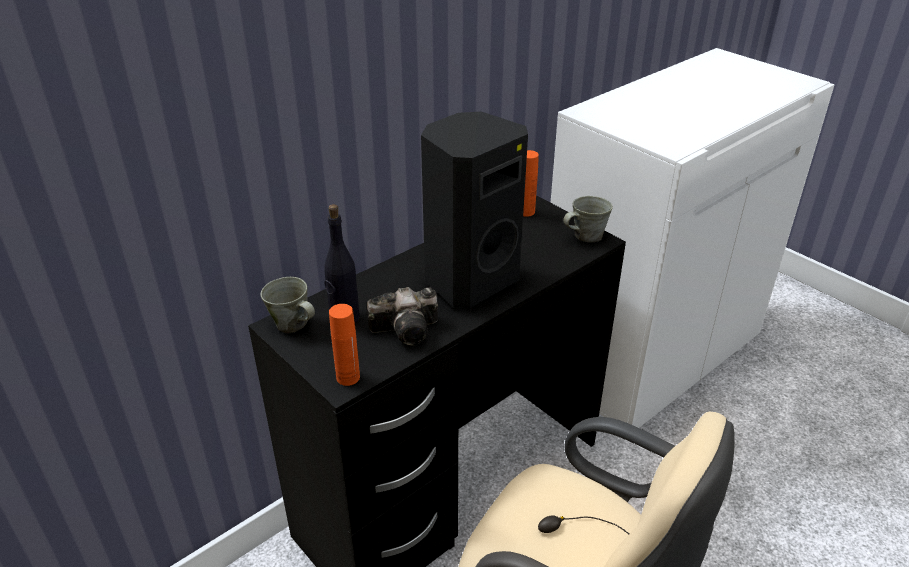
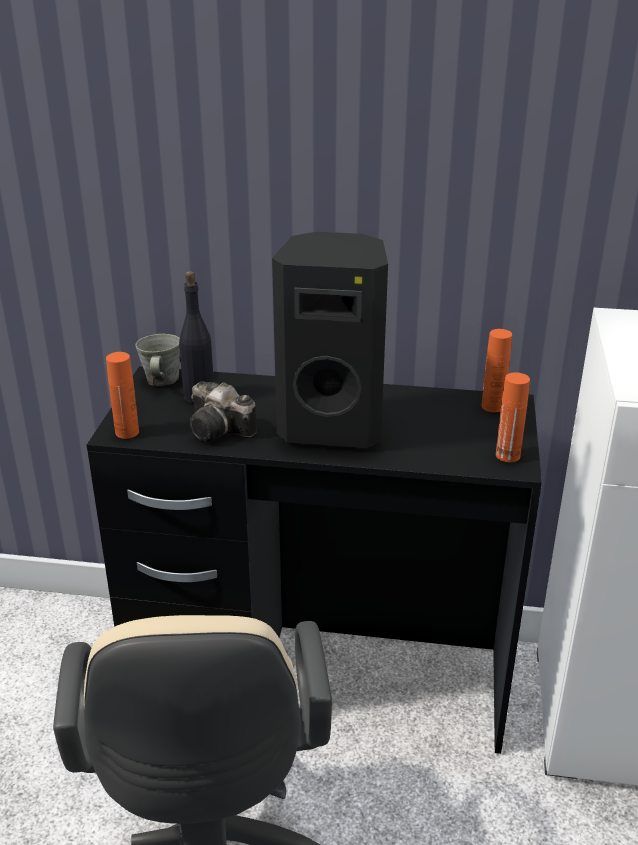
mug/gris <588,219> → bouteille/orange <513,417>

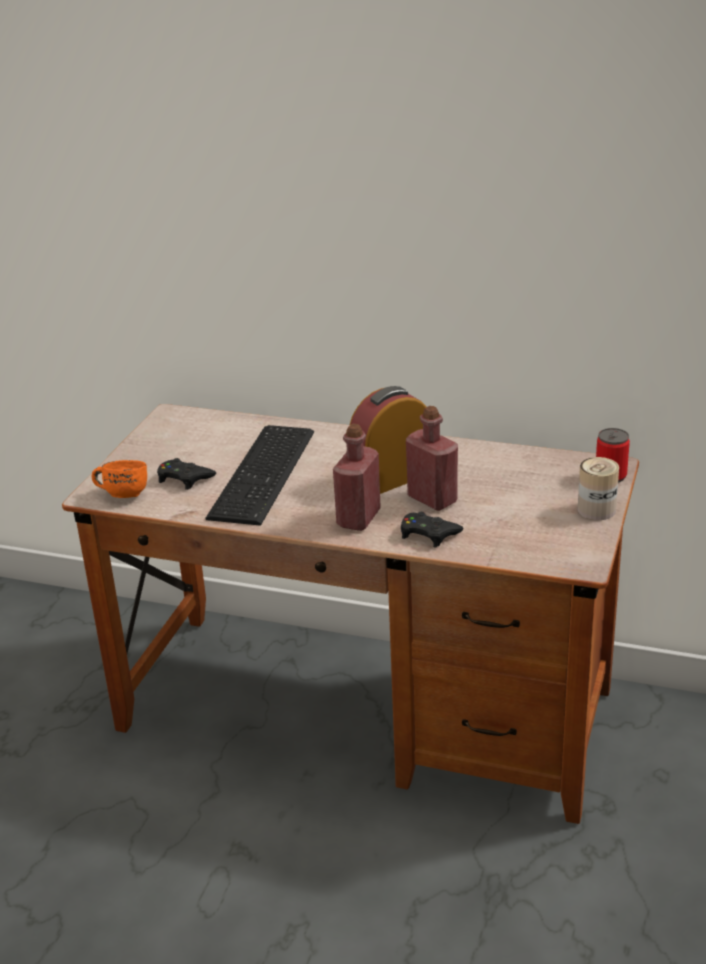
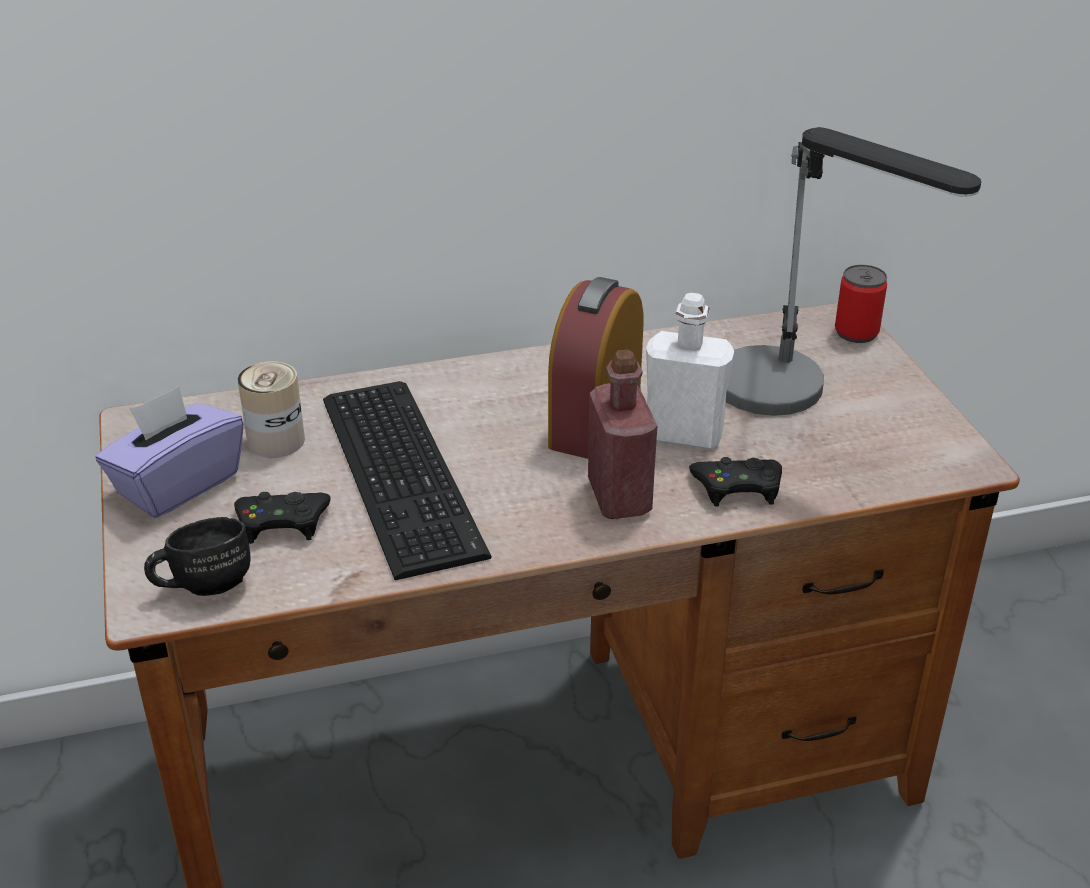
mug/orange <119,479> → mug/noir <197,556>
bouteille/rouge <432,458> → bouteille/blanc <690,371>
boîte métallique <598,488> → boîte métallique <271,409>, relocated
- → boîte à mouchoirs/violet <170,452>
- → lampe de table <853,271>

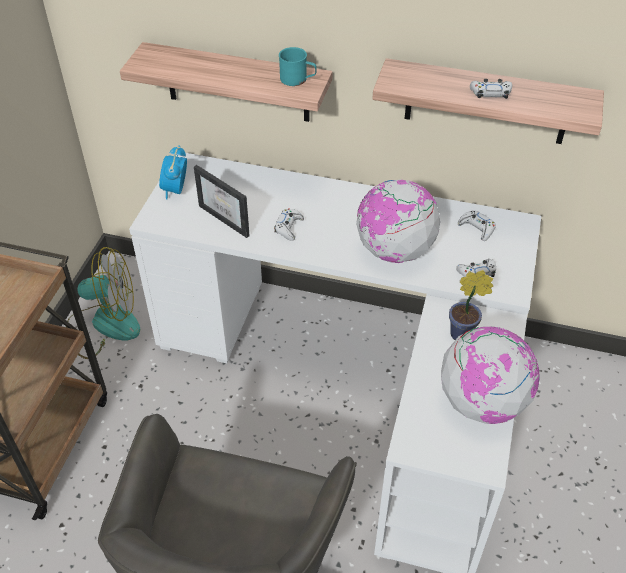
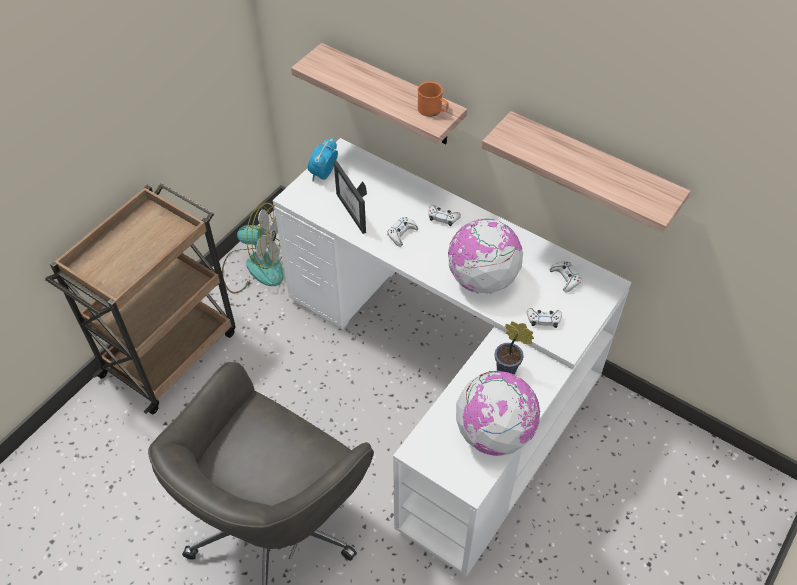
mug/turquoise <298,66> → mug/orange <433,99>
manette/blanc <491,89> → manette/blanc <444,216>, relocated

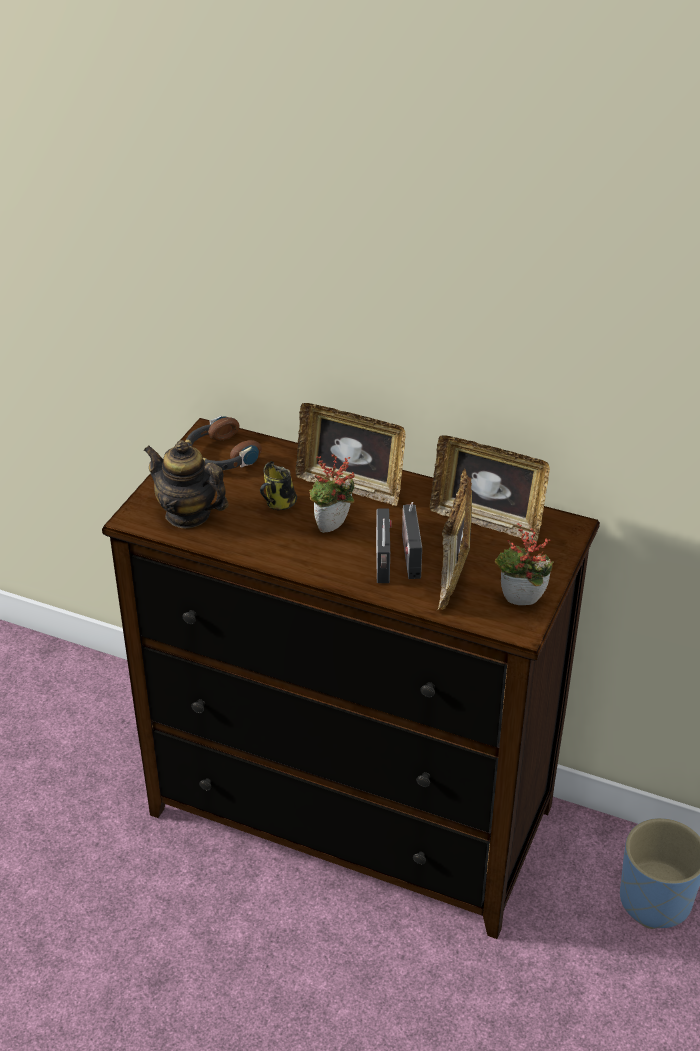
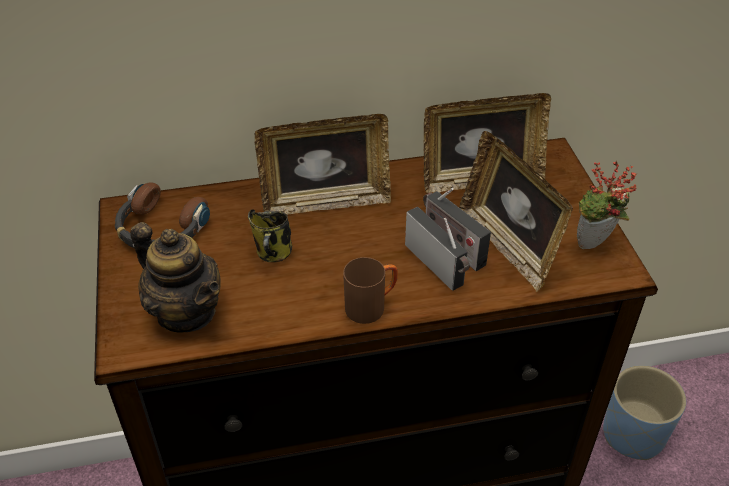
théière <185,484> → théière <175,277>, 135 degrees counterclockwise
plante en pot <331,493> → -
- → mug/marron <370,290>

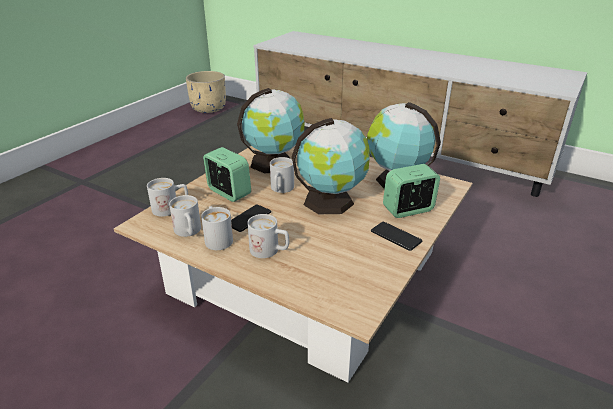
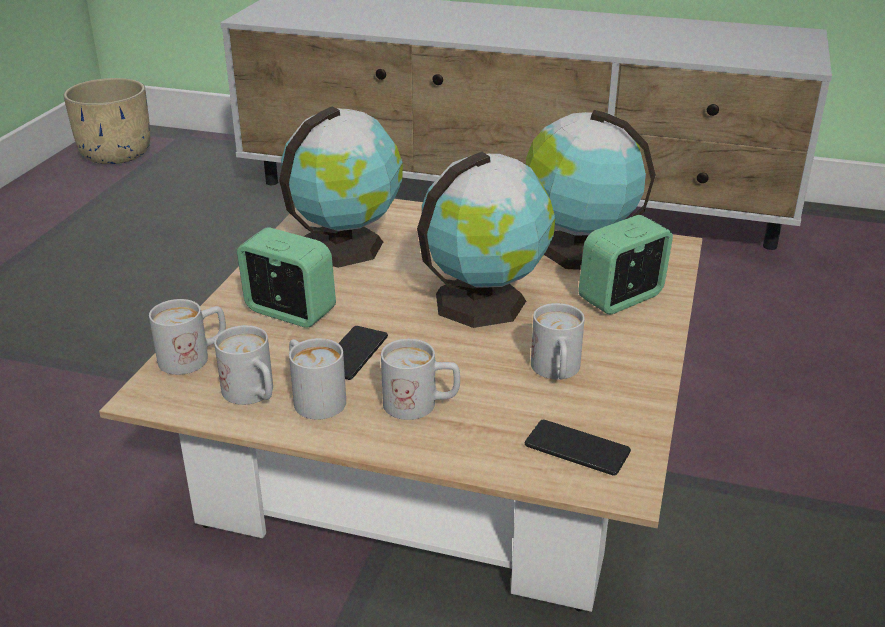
mug/blanc <282,175> → mug/blanc <558,341>, relocated
téléphone <396,236> → téléphone <578,448>, relocated

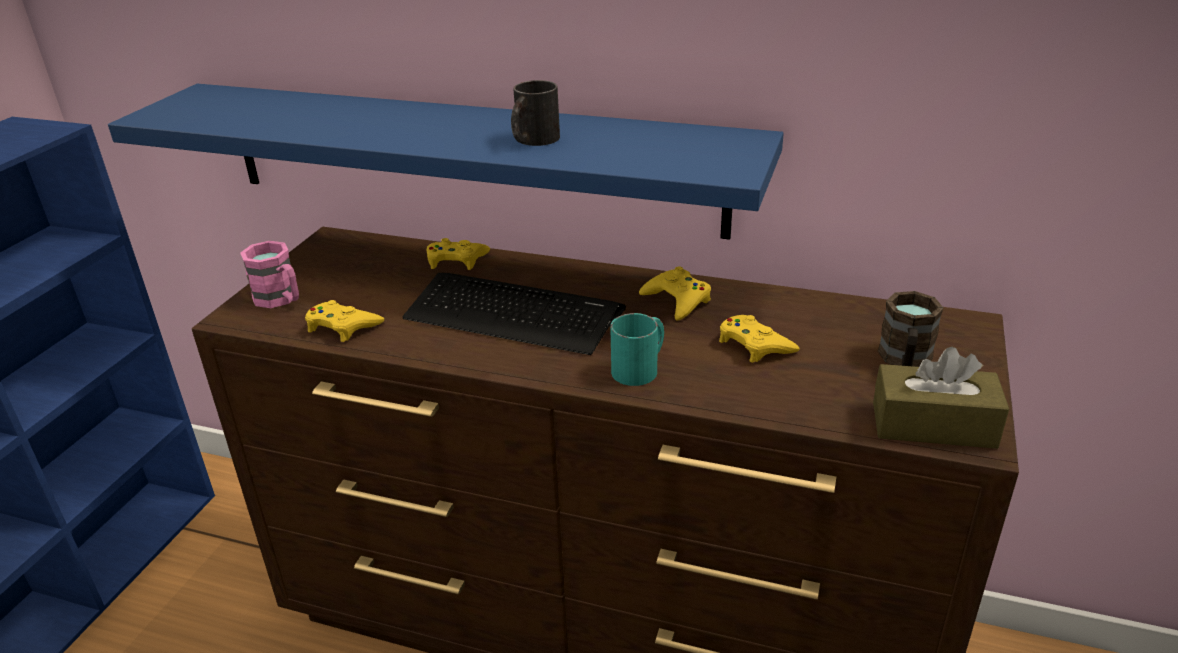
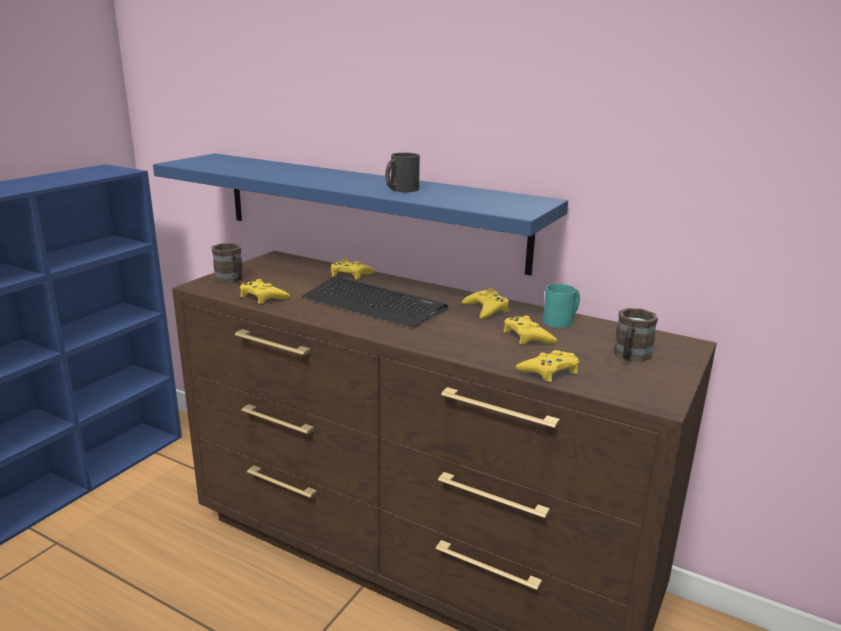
mug/rose <270,274> → mug/marron <228,263>
mug/turquoise <637,349> → mug/turquoise <561,306>, relocated
boîte à mouchoirs/marron <941,398> → -
- → manette/jaune <547,366>

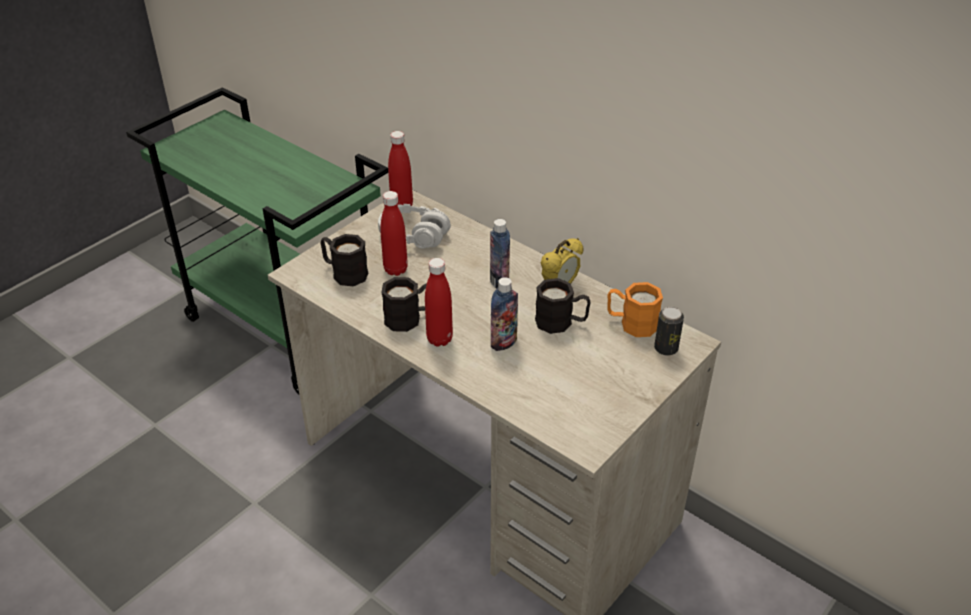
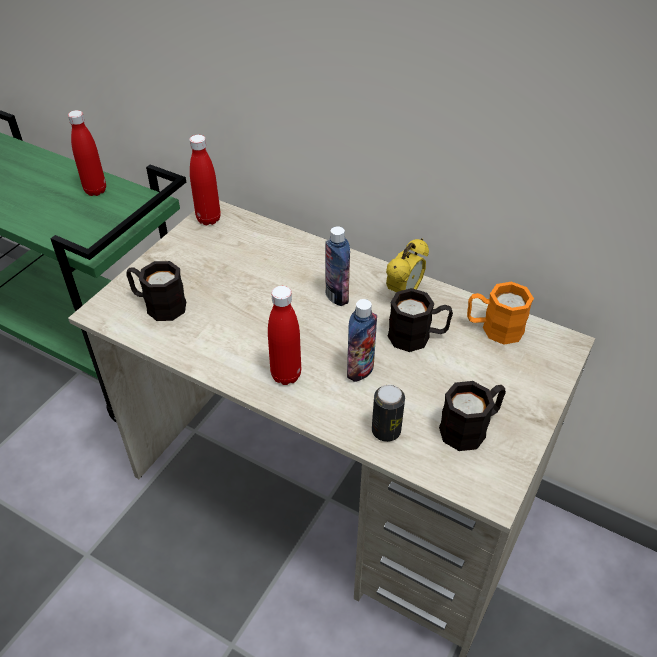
casque audio/gris <414,226> → -
bouteille/rouge <394,233> → bouteille/rouge <87,153>, relocated
mug/noir <404,304> → mug/noir <472,416>, relocated
boîte métallique <669,331> → boîte métallique <388,413>, relocated

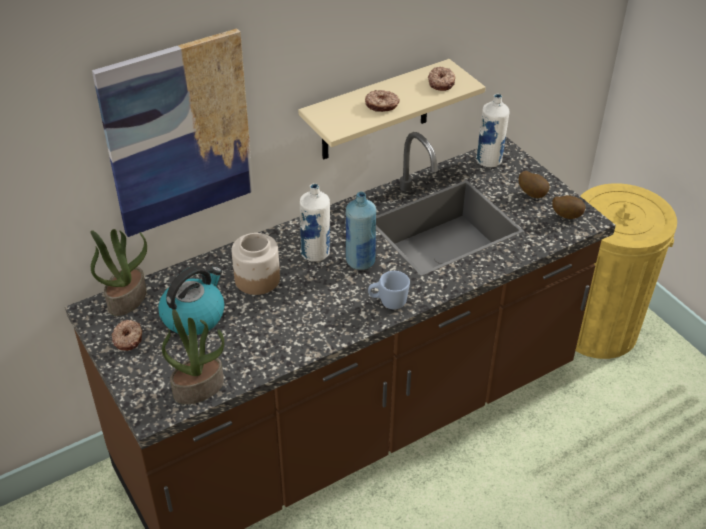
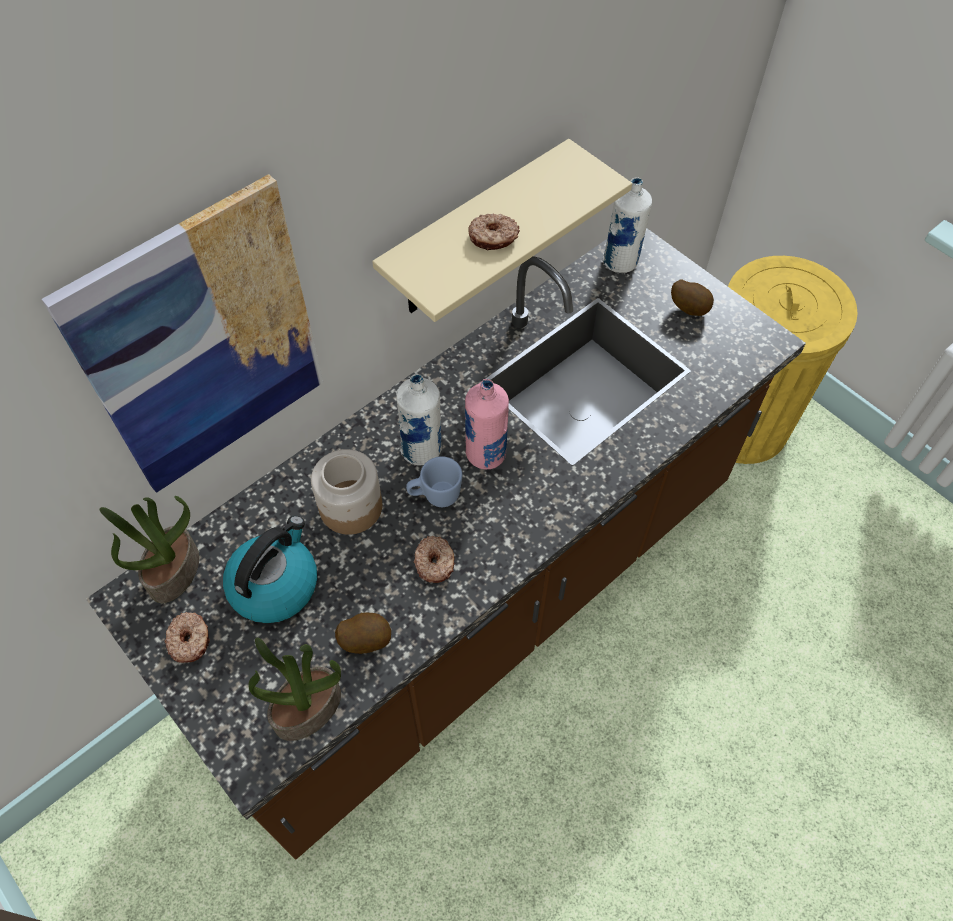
bouteille/bleu <361,231> → bouteille/rose <487,424>
mug/bleu <389,290> → mug/bleu <434,481>, relocated
beignet <441,79> → beignet <434,559>, relocated
pomme de terre <568,207> → pomme de terre <363,633>, relocated

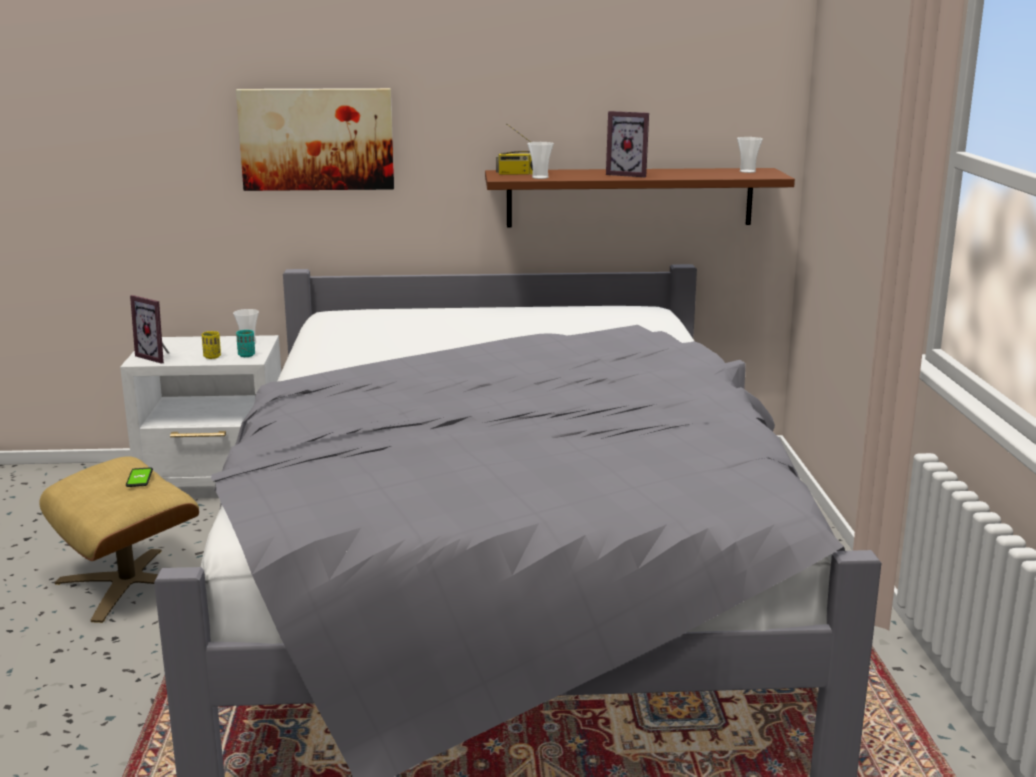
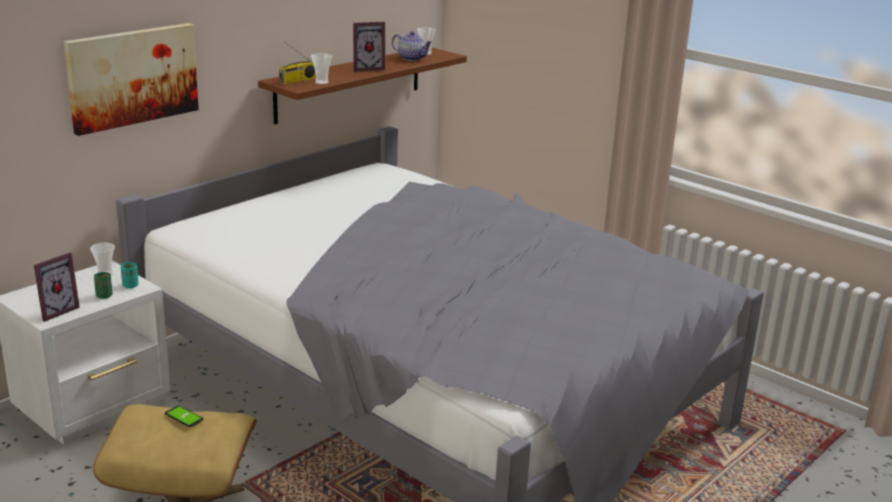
cadre photo <150,329> → cadre photo <57,287>, 45 degrees counterclockwise
tasse/jaune <211,345> → tasse/vert <103,285>
- → théière <412,46>

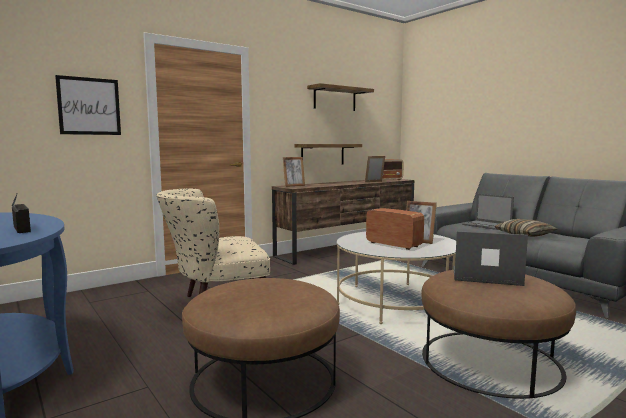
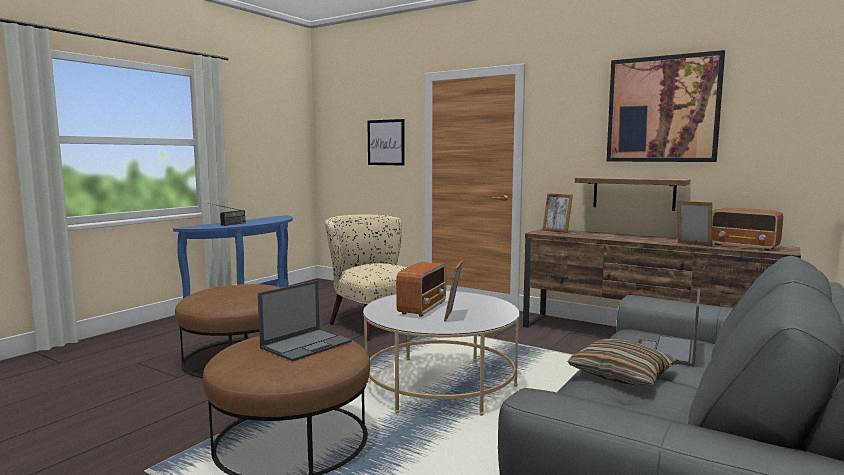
étagère <340,97> → tableau <666,106>
ordinateur portable <490,258> → ordinateur portable <305,320>, 45 degrees clockwise

